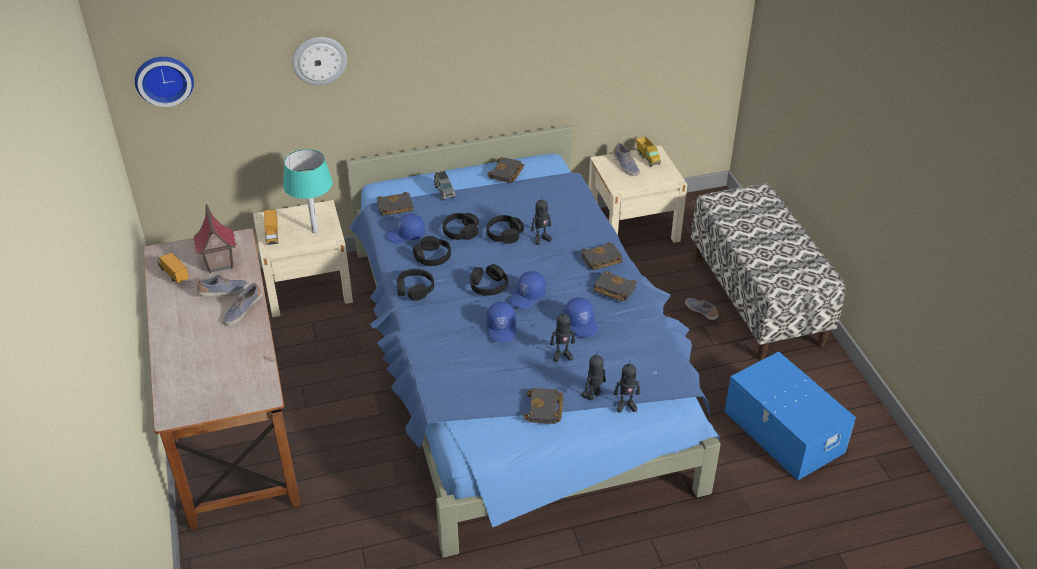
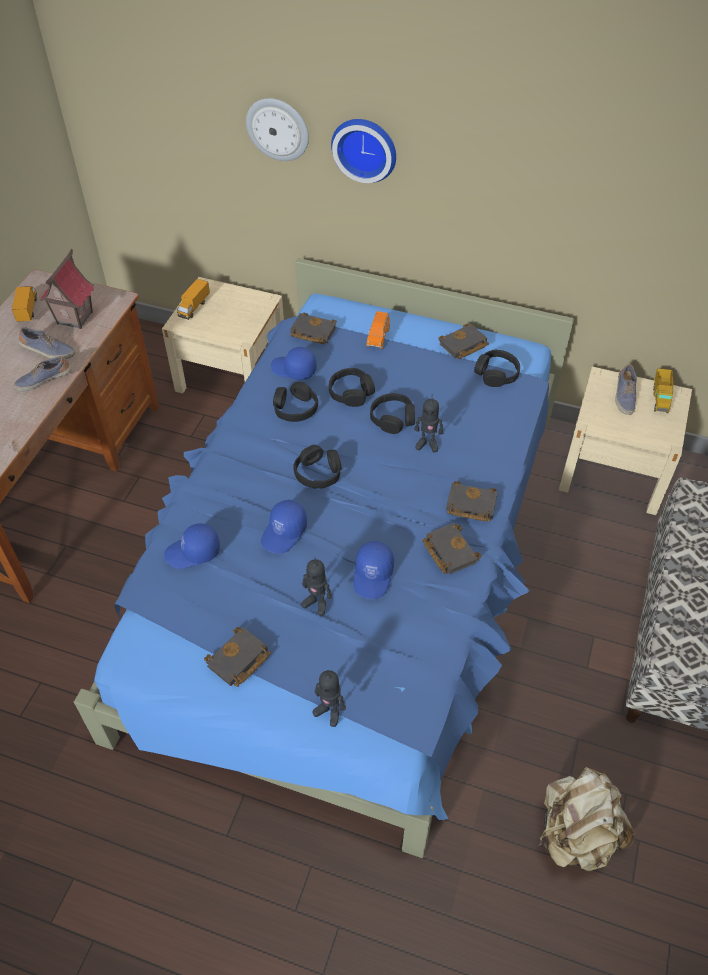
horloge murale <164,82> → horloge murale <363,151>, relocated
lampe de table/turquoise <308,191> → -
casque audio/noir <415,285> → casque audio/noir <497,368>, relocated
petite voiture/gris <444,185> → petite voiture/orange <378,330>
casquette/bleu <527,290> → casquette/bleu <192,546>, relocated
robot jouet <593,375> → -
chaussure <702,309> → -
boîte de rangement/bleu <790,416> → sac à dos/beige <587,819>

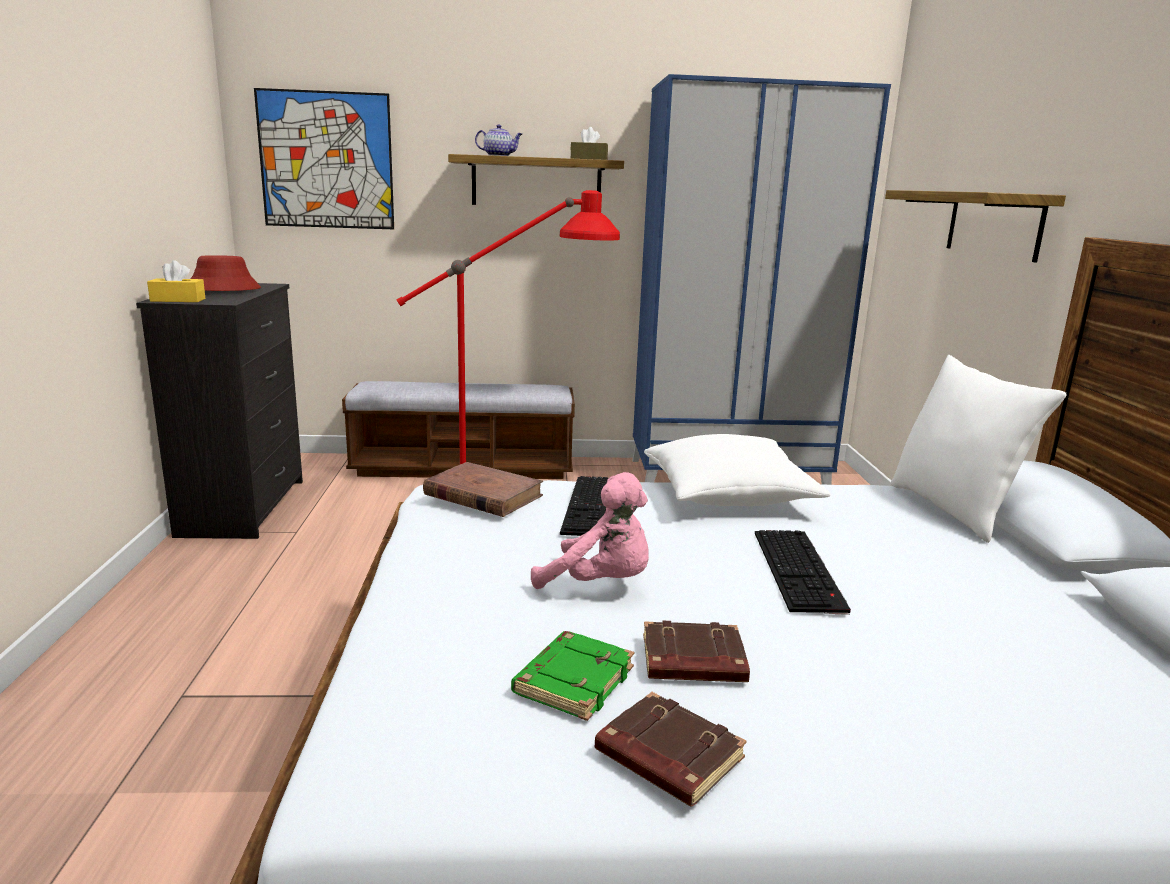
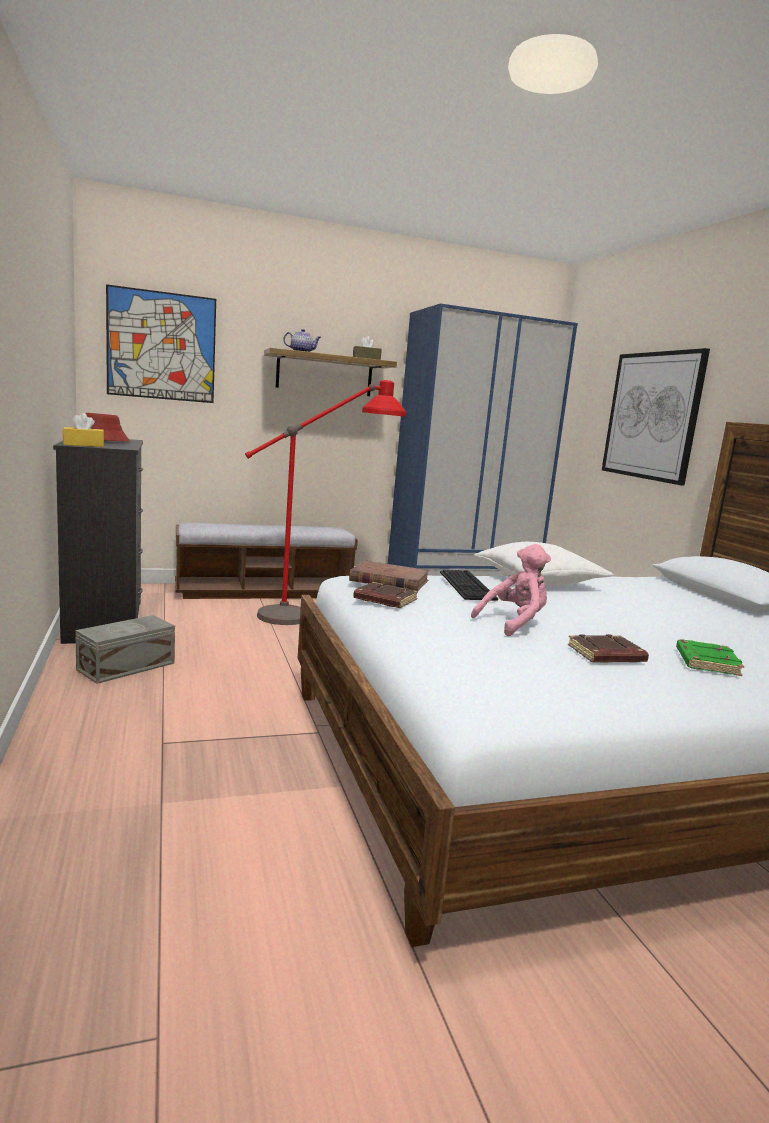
livre/vert <573,676> → livre/vert <710,657>, relocated
peluche/rose <590,530> → peluche/rose <511,590>, 45 degrees counterclockwise
livre/marron <670,749> → livre/marron <385,595>, relocated
clavier <803,572> → -
étagère <975,226> → tableau <656,417>
coussin/blanc <978,449> → -
- → boîte de rangement/gris <125,649>

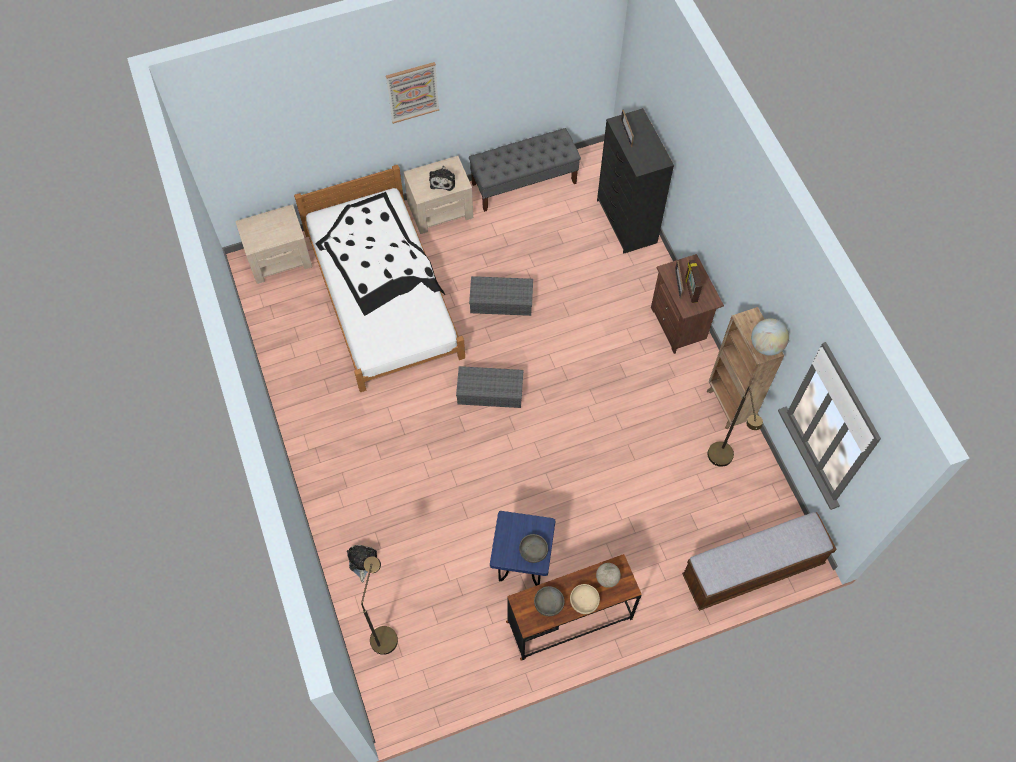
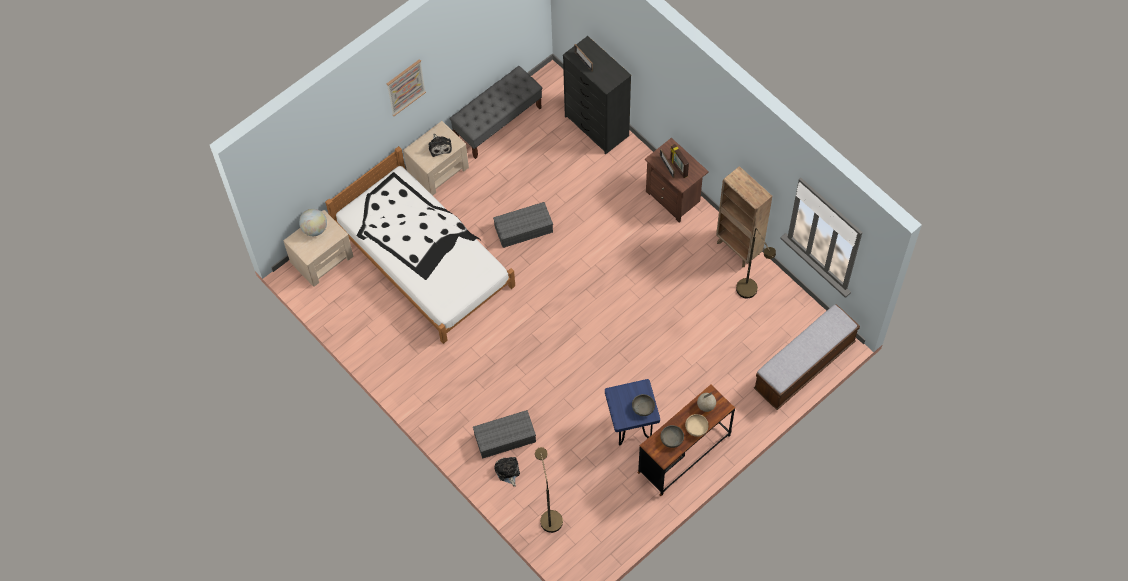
boîte de rangement/gris <489,387> → boîte de rangement/gris <504,434>, relocated
globe <770,337> → globe <313,222>, relocated

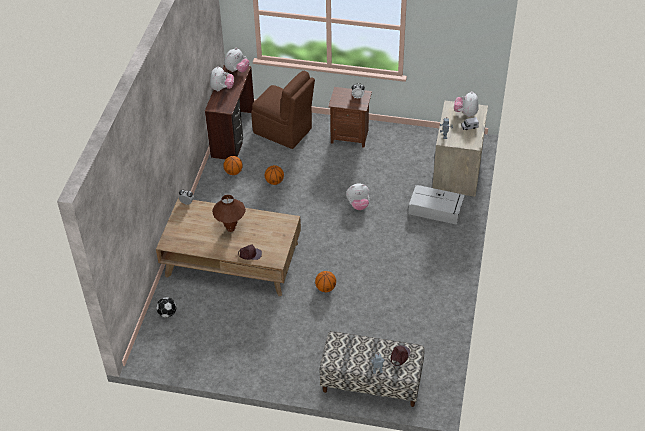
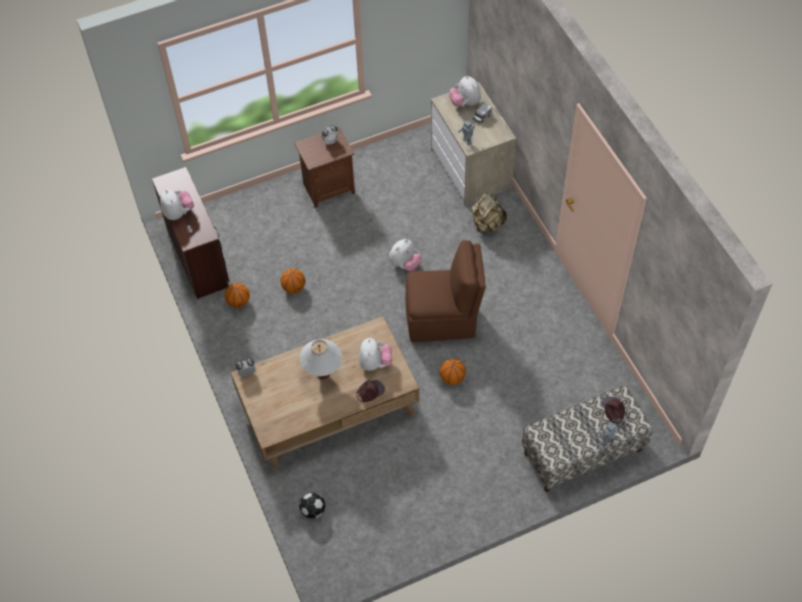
lampe de table/marron <229,213> → lampe de table/blanc <320,359>
peluche <237,59> → peluche <375,354>, relocated
chaise/marron <283,110> → chaise/marron <446,291>, relocated
boîte de rangement/gris <436,205> → sac à dos/beige <489,212>

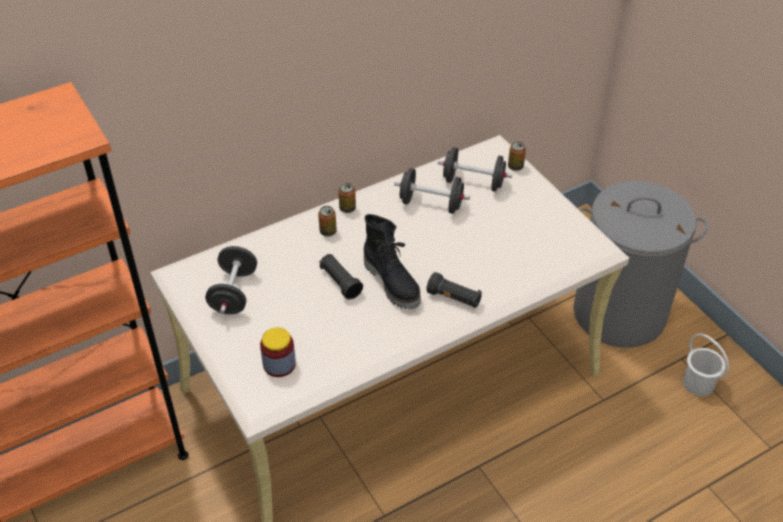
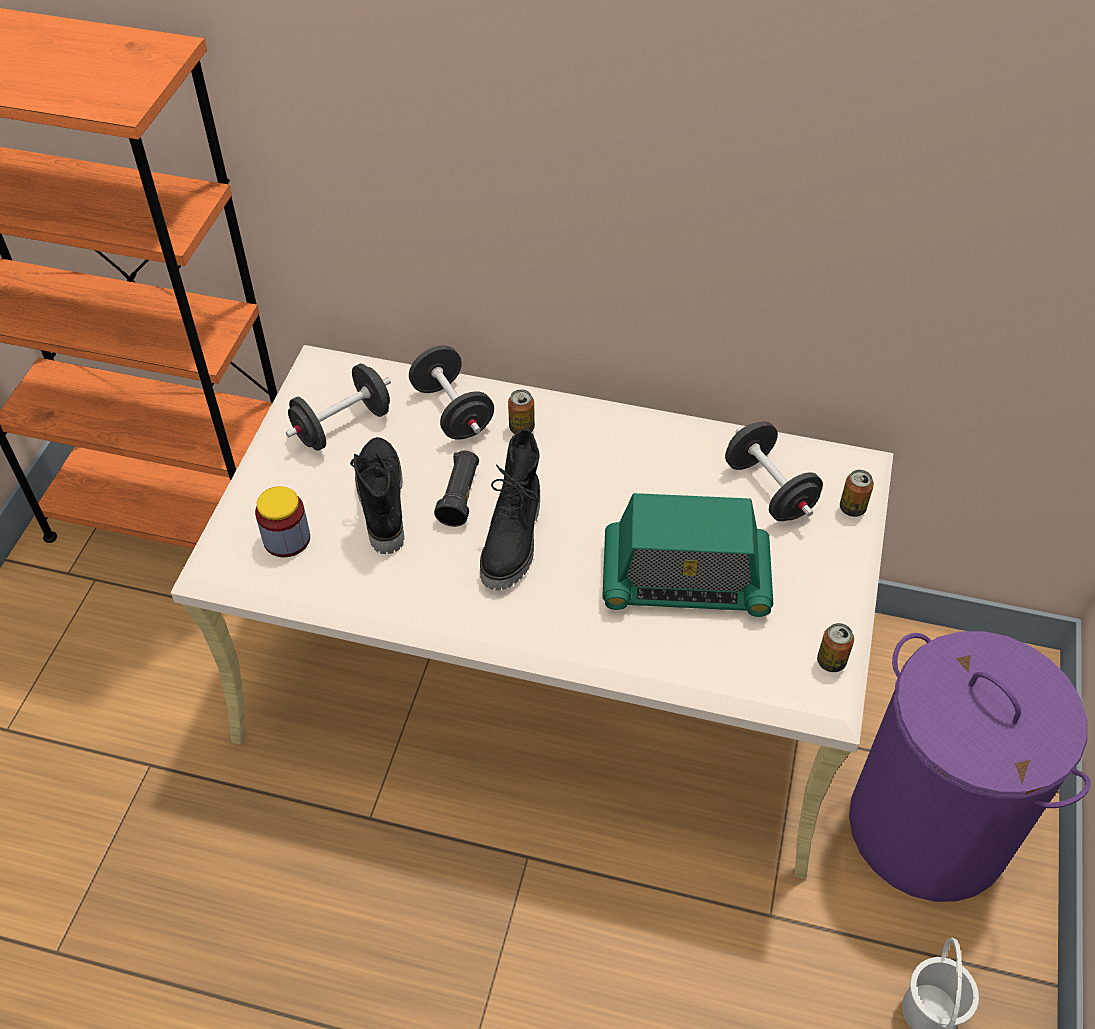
boîte métallique <347,198> → boîte métallique <835,647>, relocated
haltère/noir <432,191> → haltère/noir <451,393>, relocated
lampe de poche/noir <454,290> → -
panier à linge/gris <640,264> → panier à linge/violet <970,766>
- → botte/noir <377,495>
- → radio <688,555>

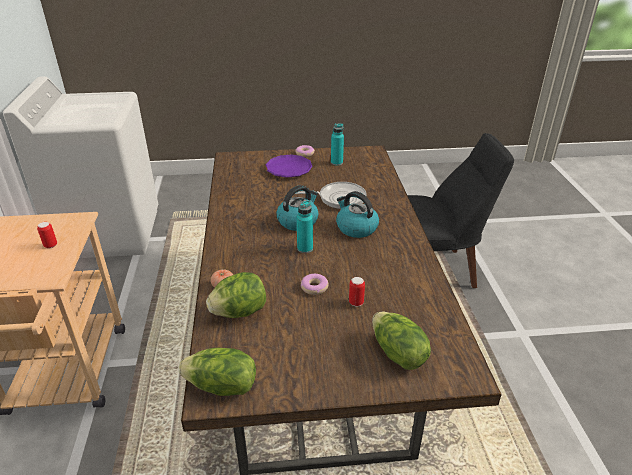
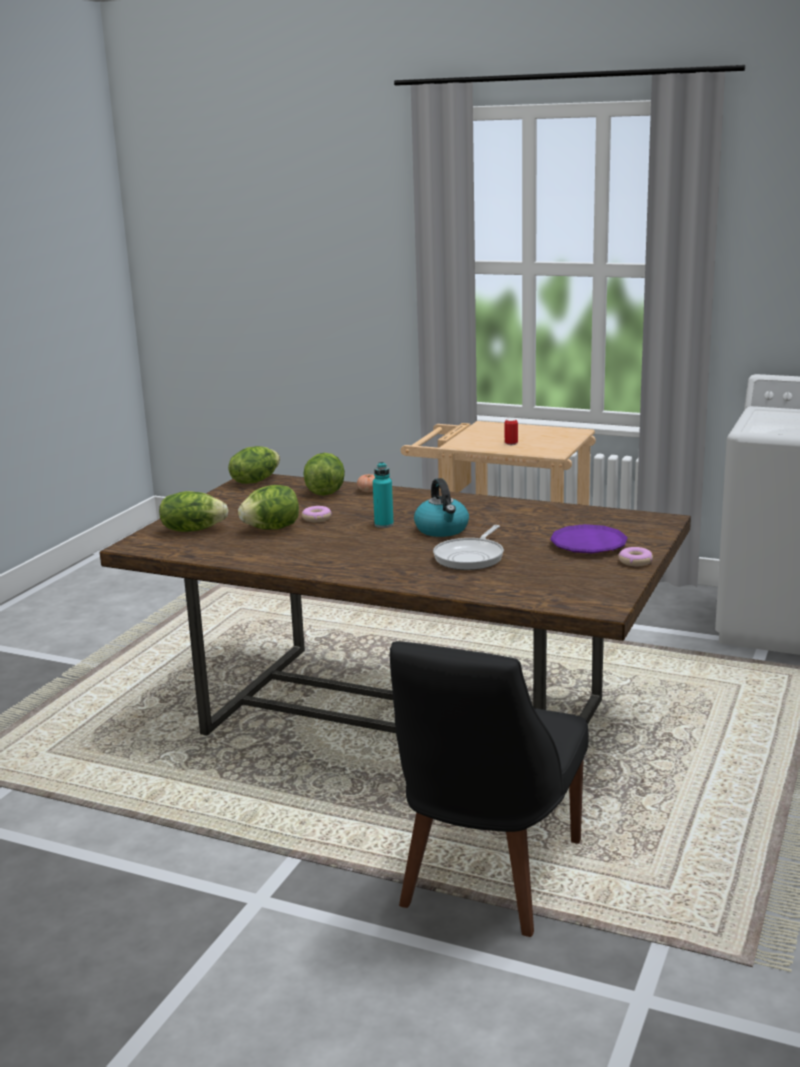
bouteille/turquoise <337,144> → -
bouilloire <357,214> → -
boîte métallique <357,291> → laitue <268,507>

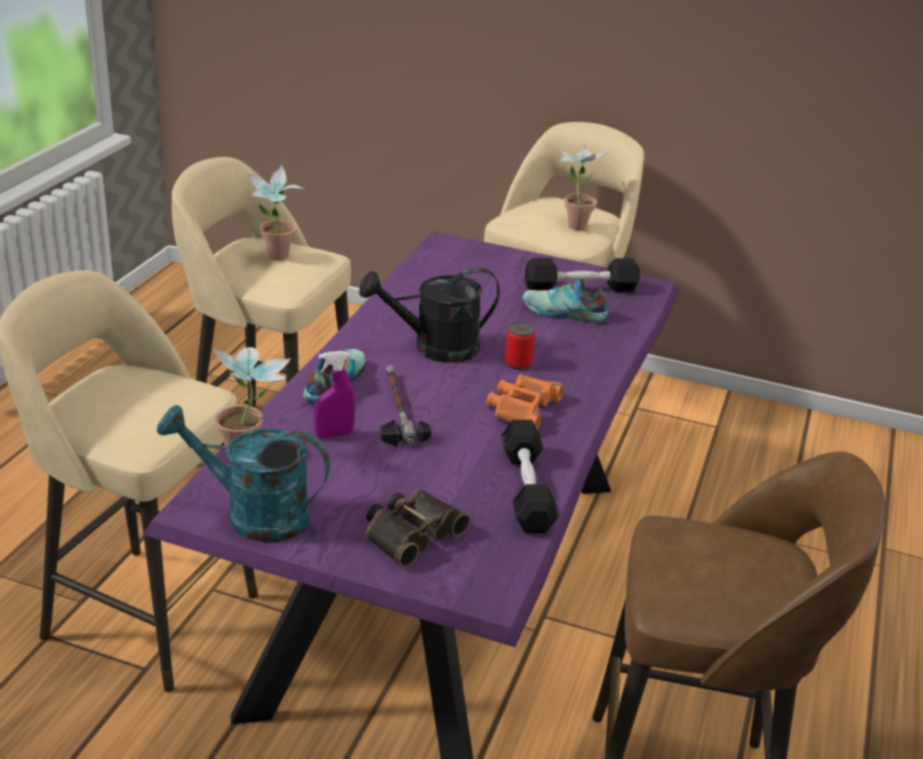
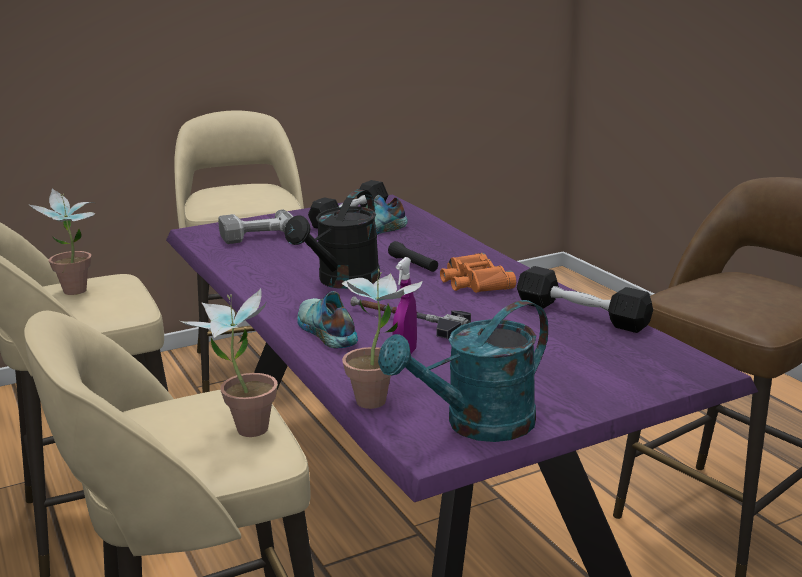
jumelles <418,528> → -
boîte métallique <520,346> → lampe de poche/noir <413,256>
plante en pot <584,187> → plante en pot <229,362>, relocated
- → perceuse <256,227>

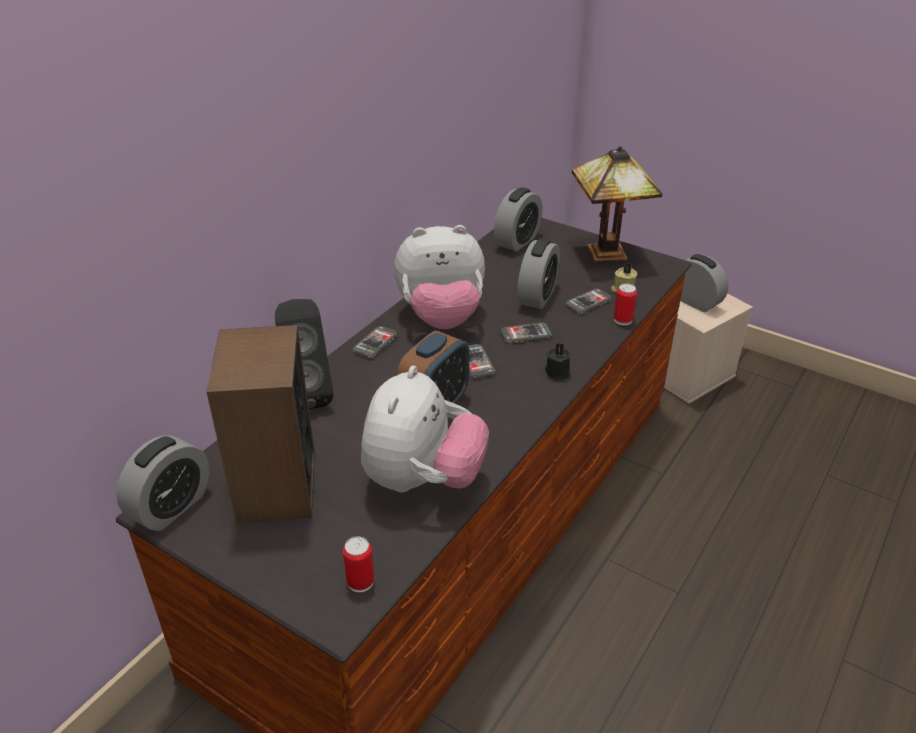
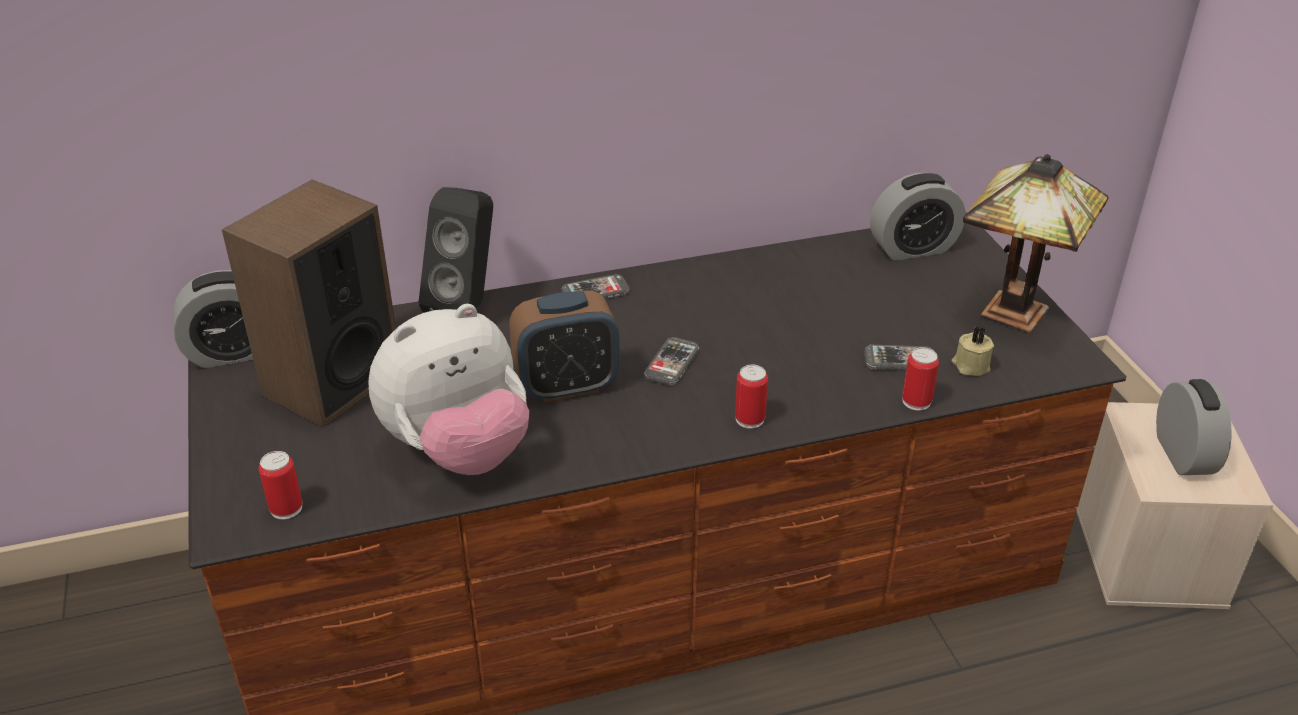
peluche <439,277> → -
téléphone <526,333> → -
réveil <538,274> → -
bougie/noir <557,361> → boîte métallique <751,397>

